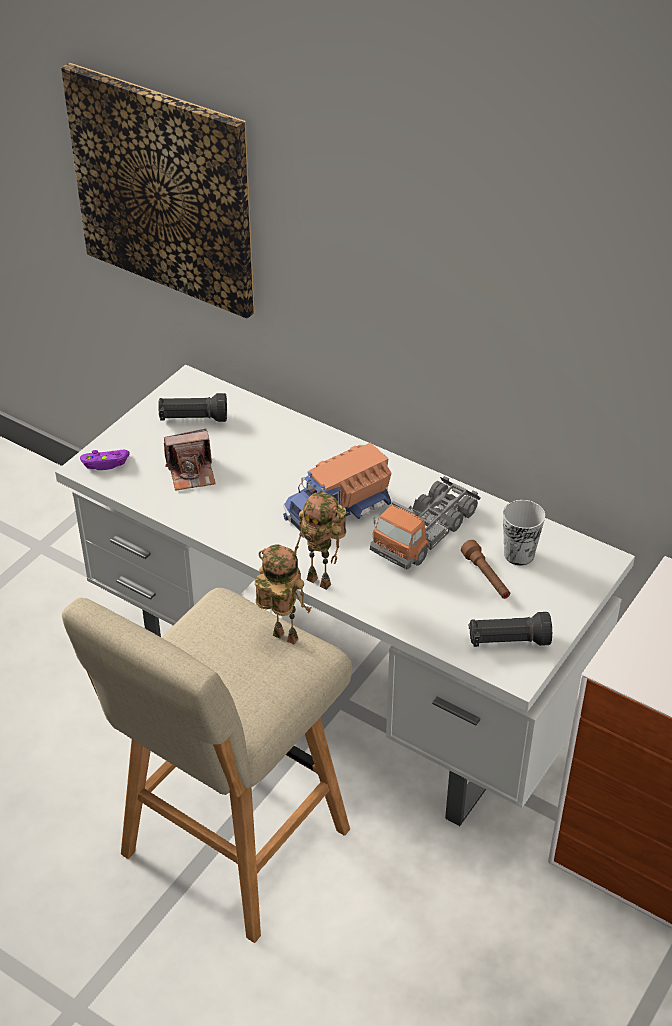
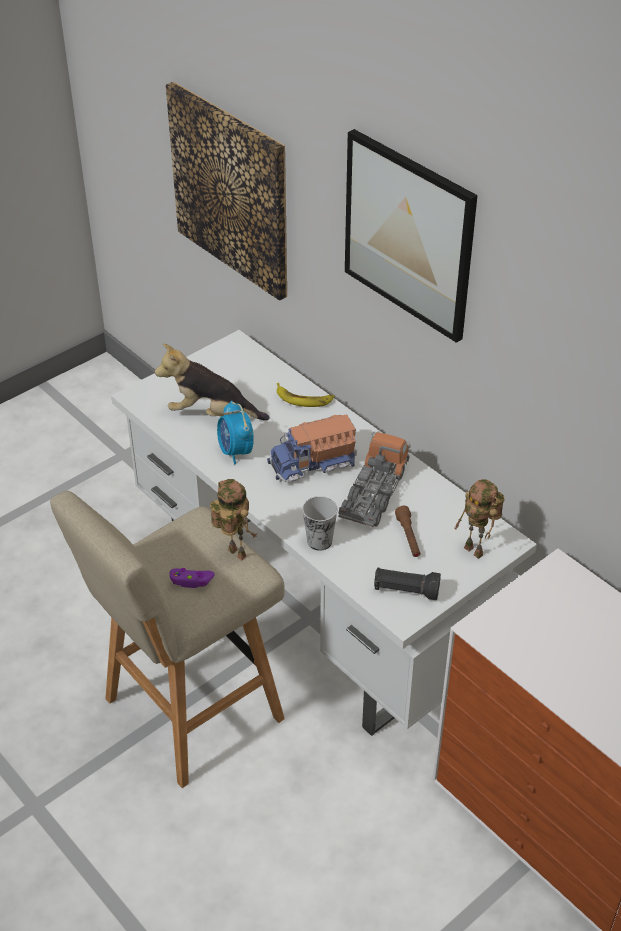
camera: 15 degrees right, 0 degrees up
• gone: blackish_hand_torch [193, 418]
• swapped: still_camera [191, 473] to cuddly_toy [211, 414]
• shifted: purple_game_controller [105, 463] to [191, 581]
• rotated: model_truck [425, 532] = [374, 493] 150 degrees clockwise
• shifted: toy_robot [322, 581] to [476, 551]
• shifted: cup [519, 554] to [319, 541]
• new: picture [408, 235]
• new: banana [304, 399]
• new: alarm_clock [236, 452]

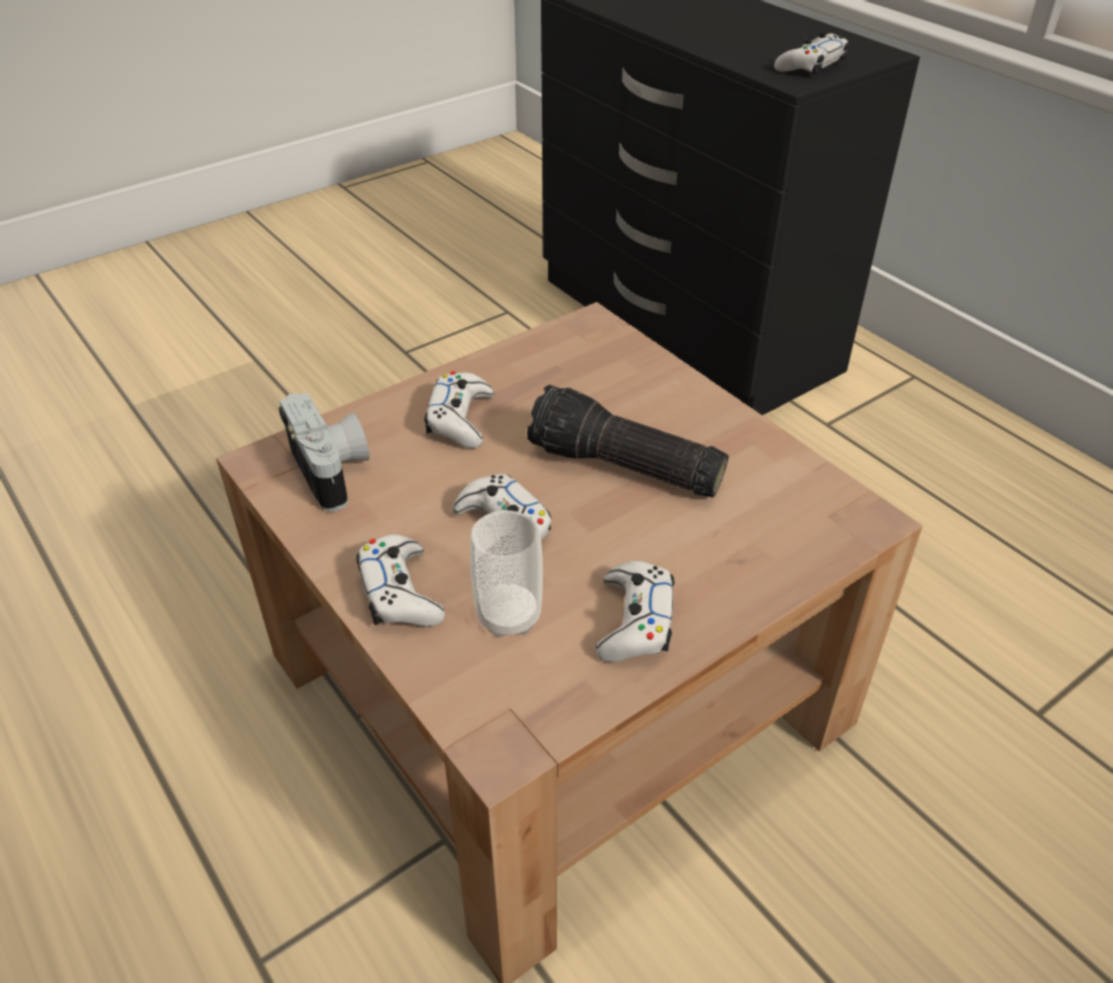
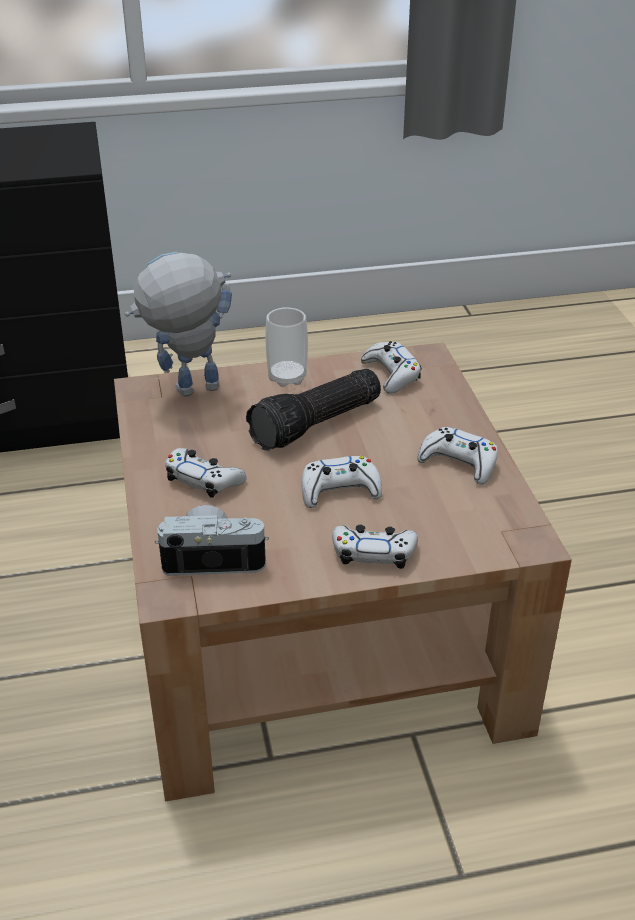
camera: 65 degrees left, 5 degrees down
• shifted: white_game_controller [811, 65] to [391, 374]
• shifted: cup [509, 616] to [287, 378]
• new: toy_robot [187, 393]

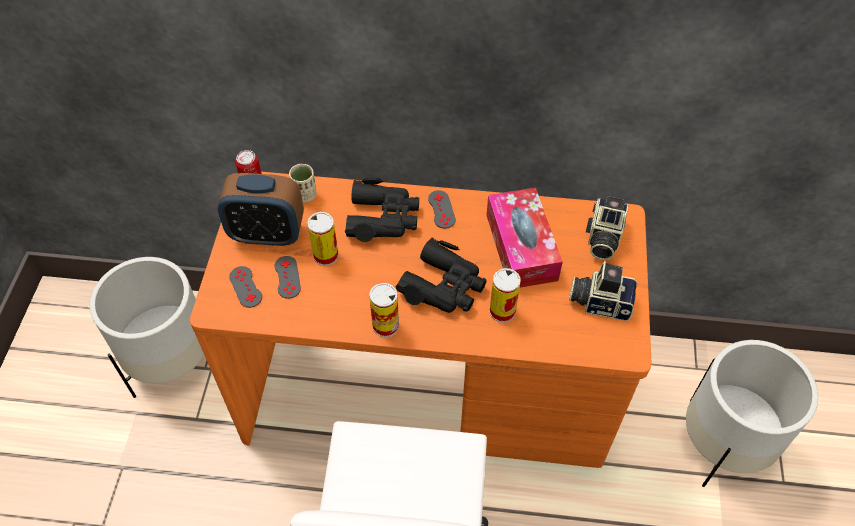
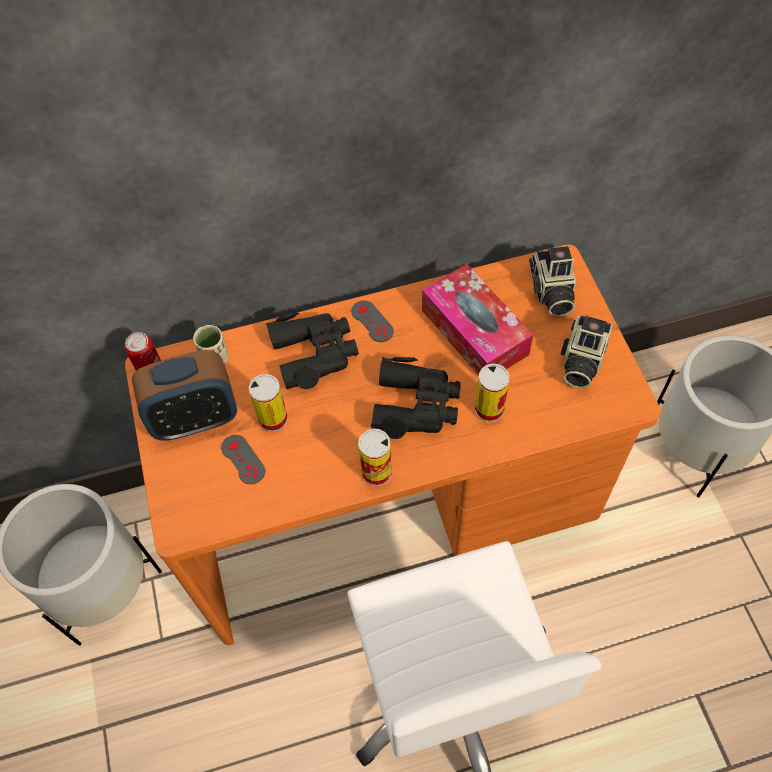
camera: 20 degrees left, 5 degrees up
• rotated: still_camera [600, 301] = [580, 361] 60 degrees counterclockwise
• gone: greyish_game_controller [245, 287]

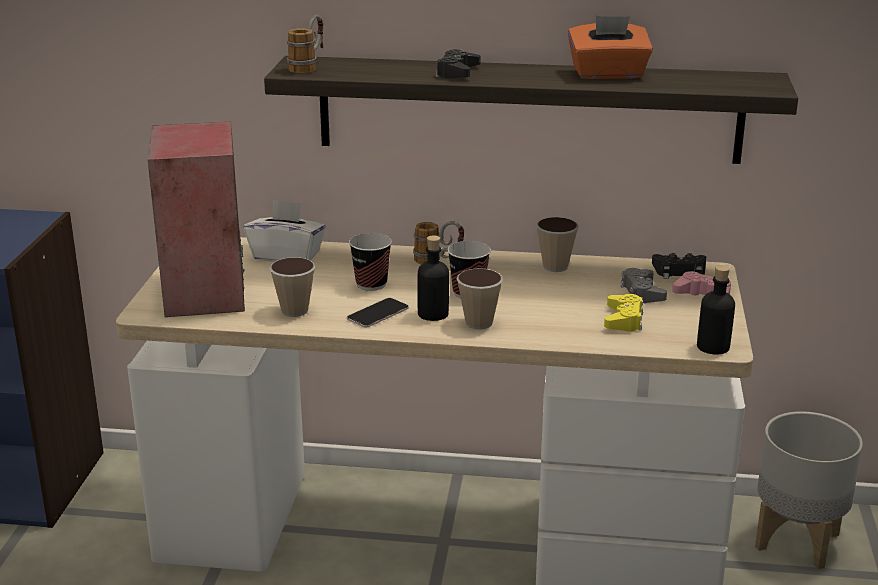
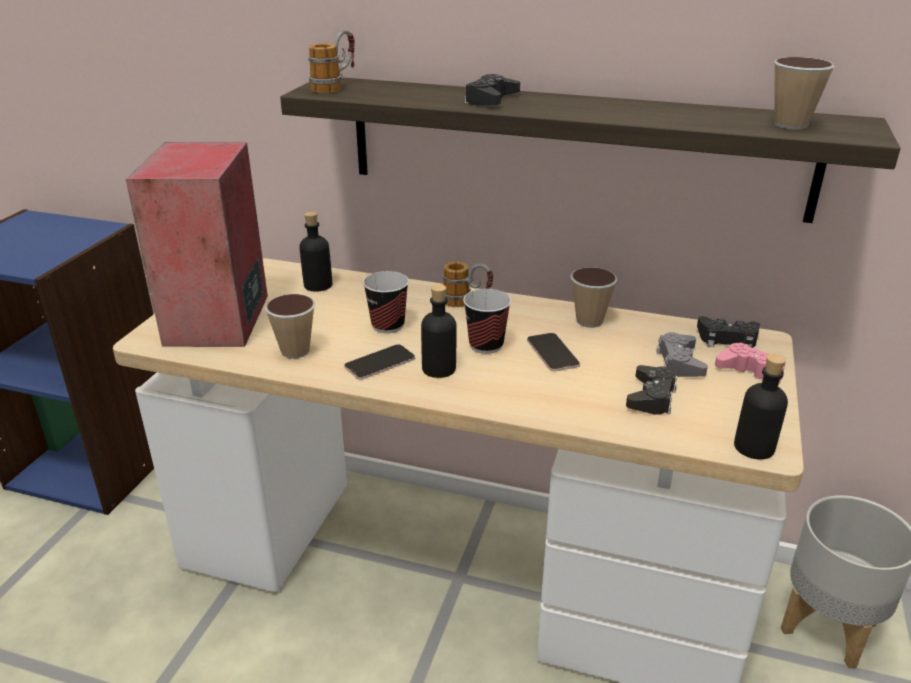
camera: 10 degrees right, 5 degrees up
• gone: orange-coloured_tissue_box [608, 74]
• swapped: white_tissue_box [287, 256] to blackish_bottle [318, 285]
• shifted: cup [479, 323] to [790, 124]
• repainted: yellow-coloured_game_controller [623, 319] to blackish_game_controller [651, 397]
• new: telephone [552, 353]

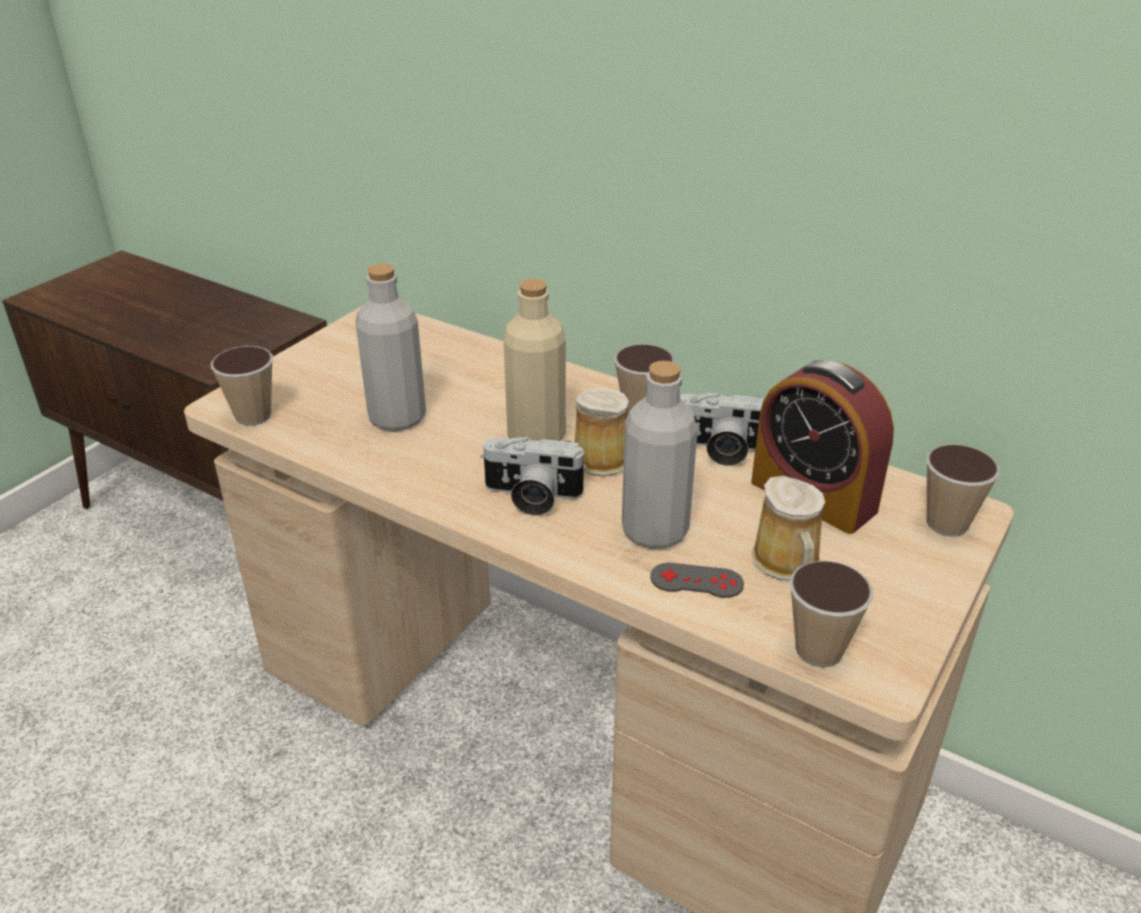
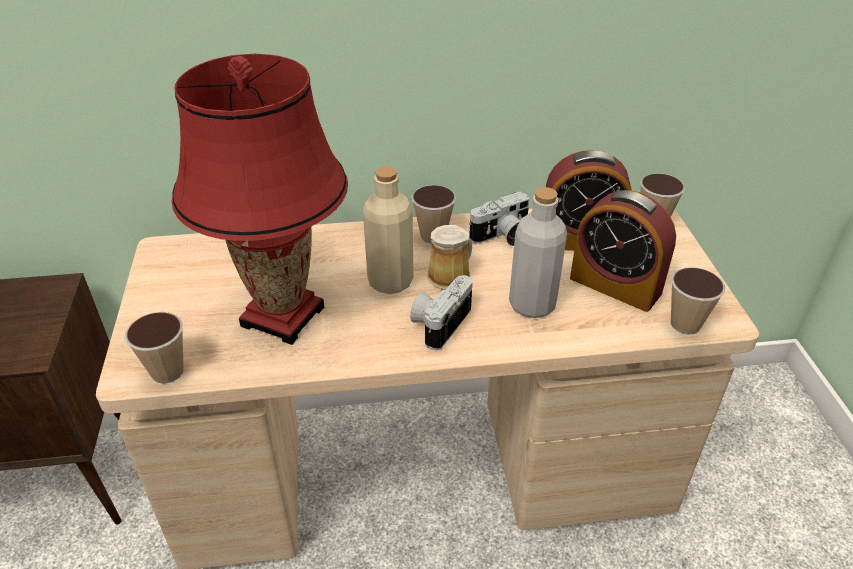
camera: 40 degrees left, 5 degrees up
• swapped: greyish_bottle [397, 418] to red-coloured_lamp_for_a_table [282, 316]
• rotated: still_camera [531, 497] = [440, 323] 150 degrees clockwise
• swapped: coffee_mug [787, 563] to alarm_clock [615, 285]
• gone: greyish_game_controller [696, 581]

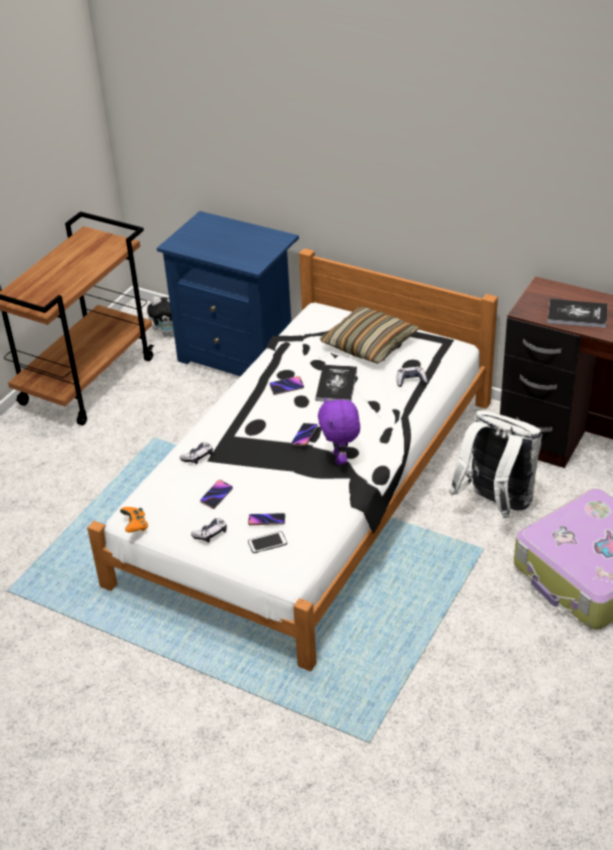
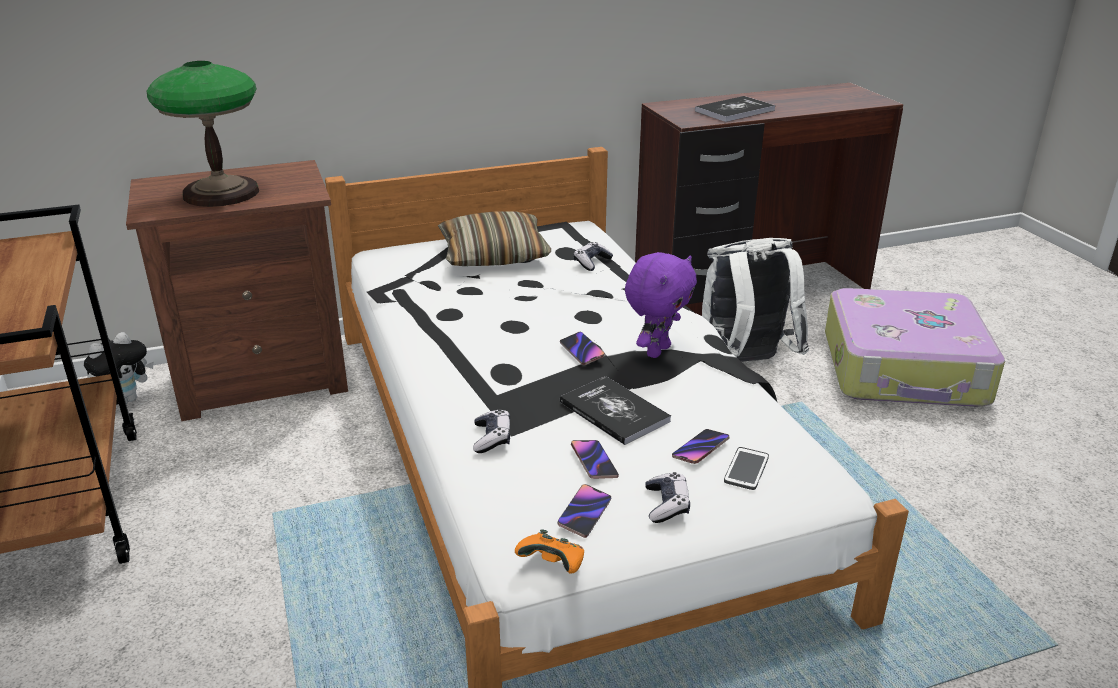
camera: 50 degrees left, 10 degrees down
• repainted: blue-coloured_nightstand [240, 355] to brown-coloured_nightstand [264, 378]
• shifted: book [336, 385] to [614, 412]
• shifted: telephone [286, 387] to [584, 513]
• rotated: purple_cuddly_toy [341, 458] = [656, 350] 90 degrees counterclockwise
• new: lamp_for_a_table [222, 193]

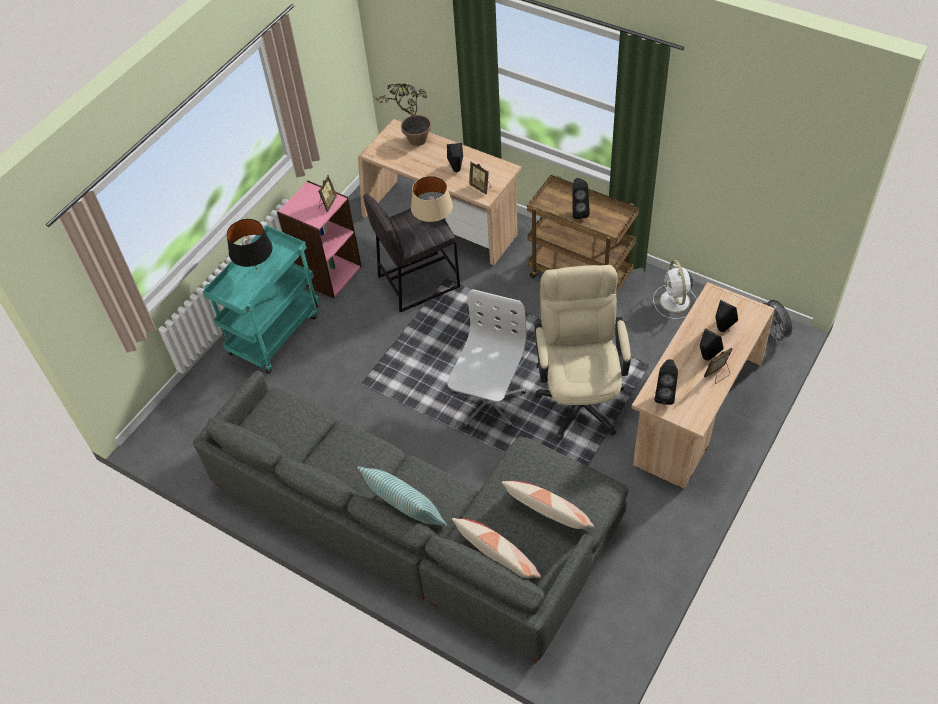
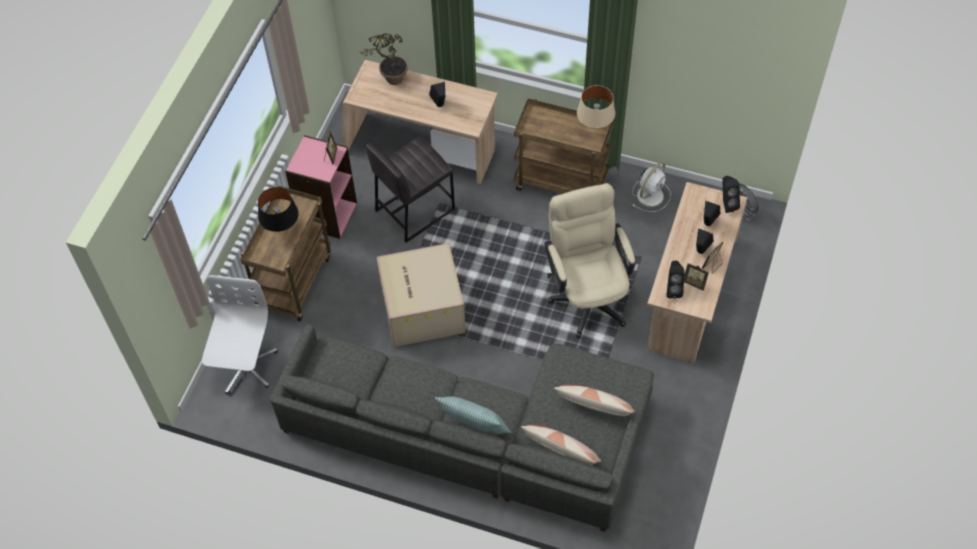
camera: 15 degrees left, 5 degrees up
• shifted: standing_frame [481, 187] to [695, 282]
• shifted: beige_lamp_for_a_table [434, 225] to [594, 128]
• shifted: blackish_loudspeaker [578, 211] to [726, 204]
• repainted: turquoise_cart [275, 332] to brown-coloured_cart [294, 280]
• rotated: white_electric_fan [675, 302] = [651, 195] 120 degrees counterclockwise
• shifted: white_computer_chair [488, 402] to [244, 366]
• new: packing_box [421, 308]

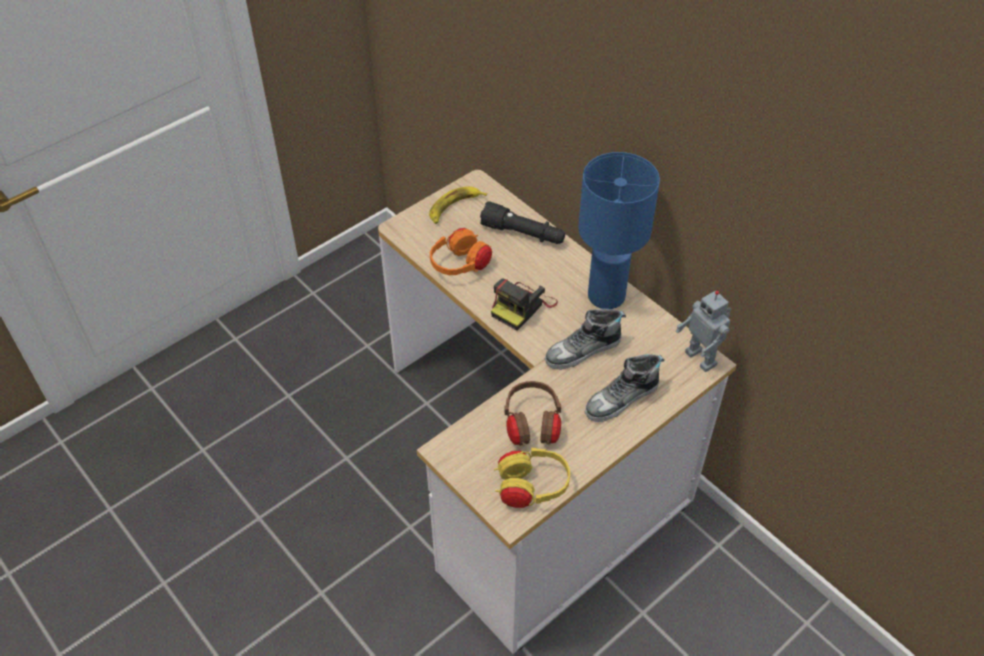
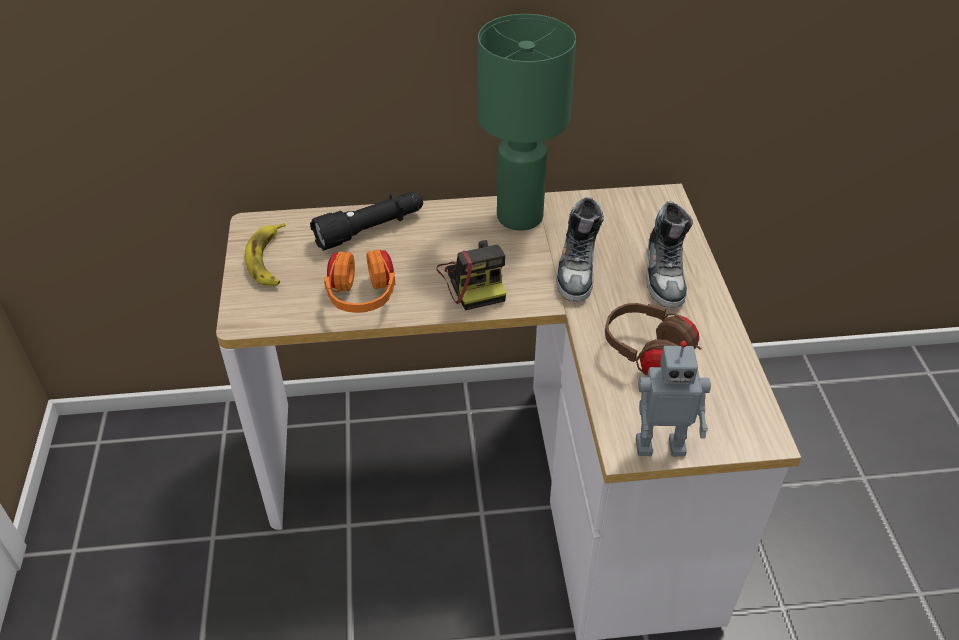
camera: 55 degrees left, 5 degrees down
• repainted: blue-coloured_lamp_for_a_table [607, 297] to green_lamp_for_a_table [521, 217]
• shifted: toy_robot [702, 358] to [660, 445]
• gone: yellow-coloured_headphones [531, 488]

